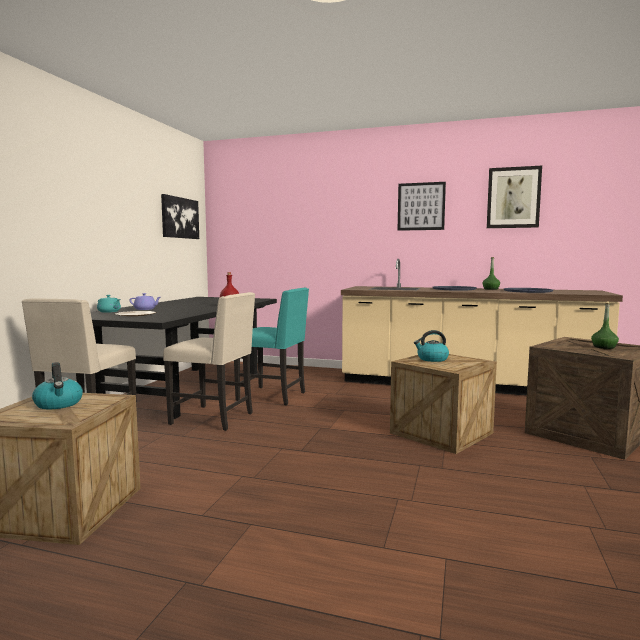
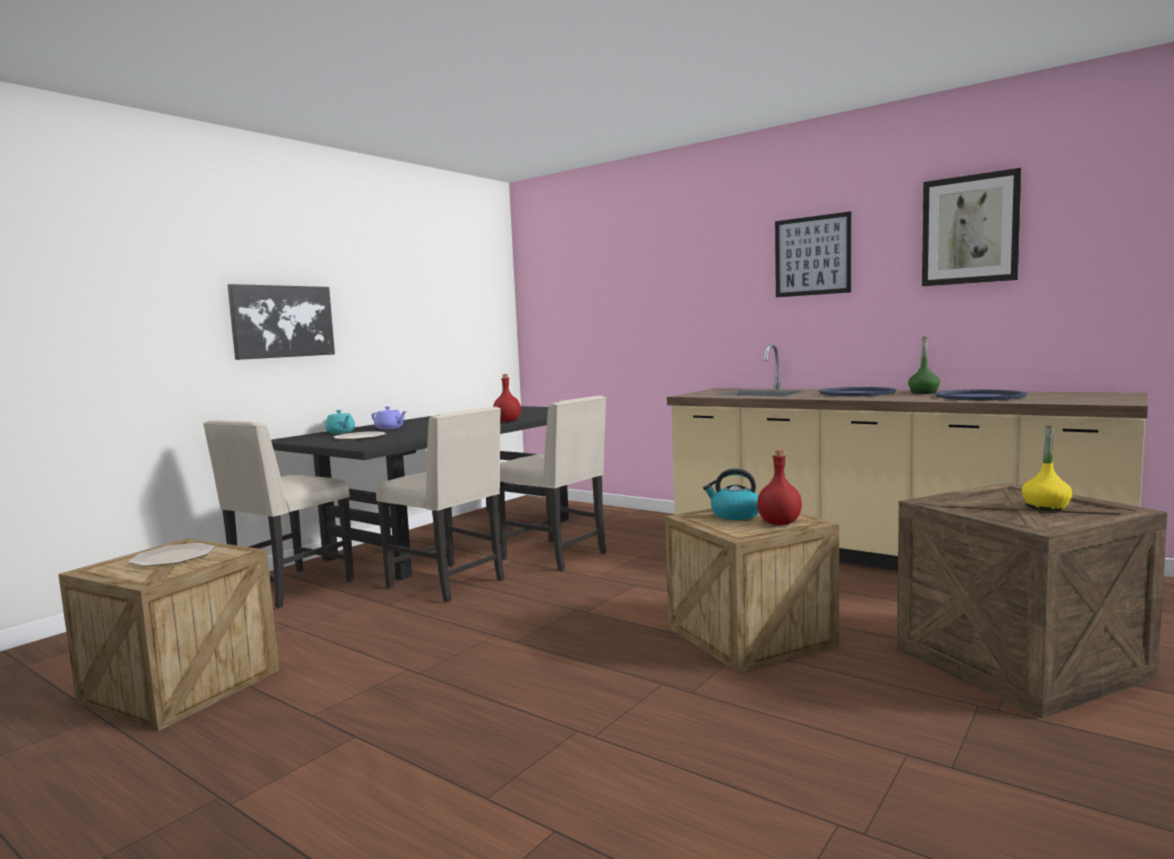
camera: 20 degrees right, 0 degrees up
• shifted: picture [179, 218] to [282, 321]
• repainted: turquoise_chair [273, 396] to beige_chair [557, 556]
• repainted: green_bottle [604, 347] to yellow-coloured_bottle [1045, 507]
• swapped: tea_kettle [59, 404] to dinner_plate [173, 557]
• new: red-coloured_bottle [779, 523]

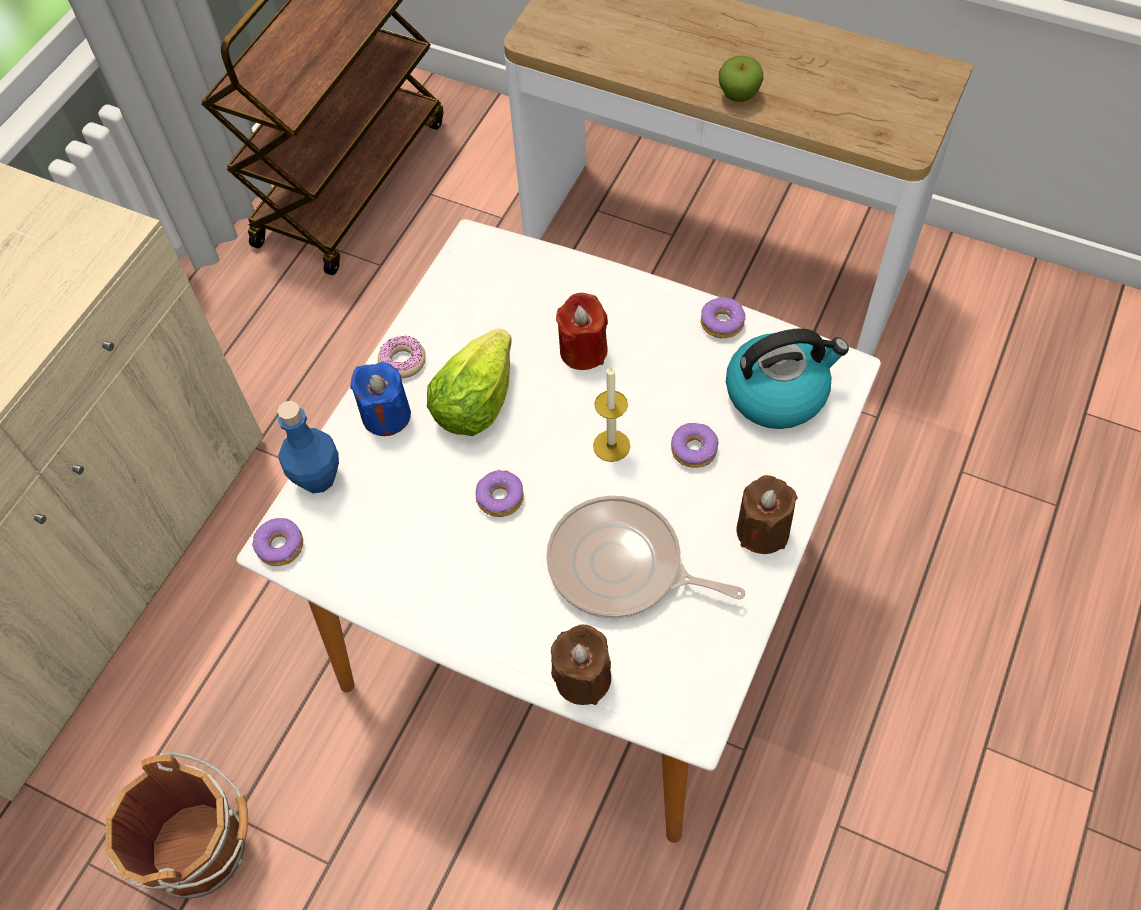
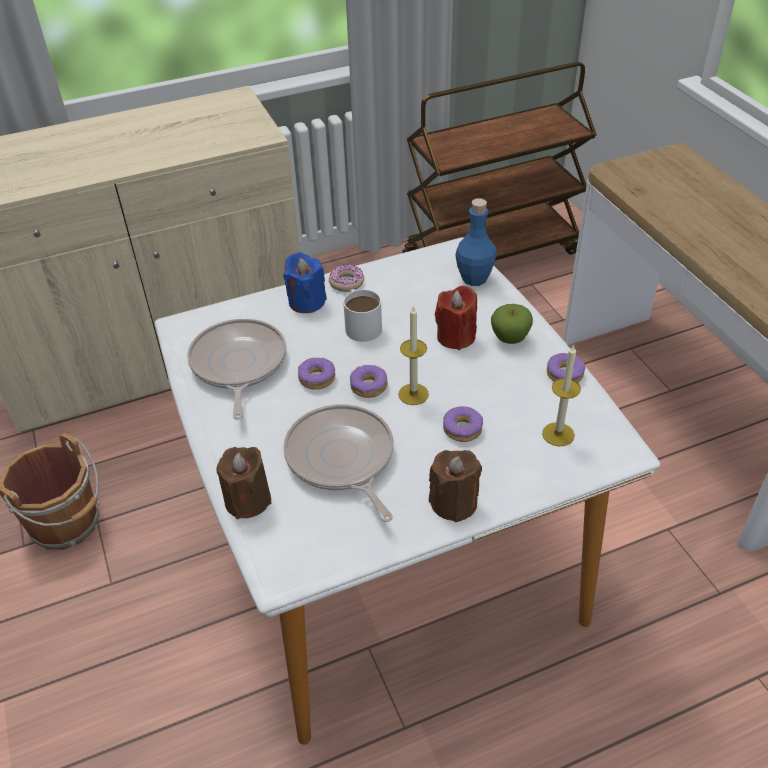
camera: 40 degrees right, 15 degrees down
• shifted: whole_apple [738, 96] to [510, 339]
• swapped: lettuce [475, 403] to white_coffee_mug [361, 324]
• swapped: tea_kettle [777, 392] to wax_candle [558, 434]
• shifted: blue-coloured_bottle [318, 478] to [474, 278]
• shifted: doughnut [280, 546] to [368, 386]
• new: pan [238, 365]

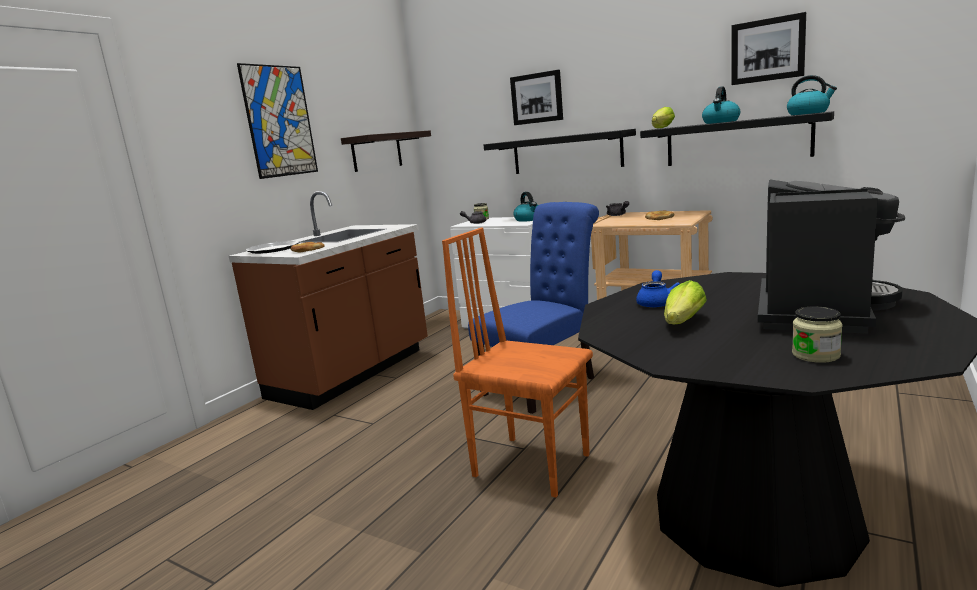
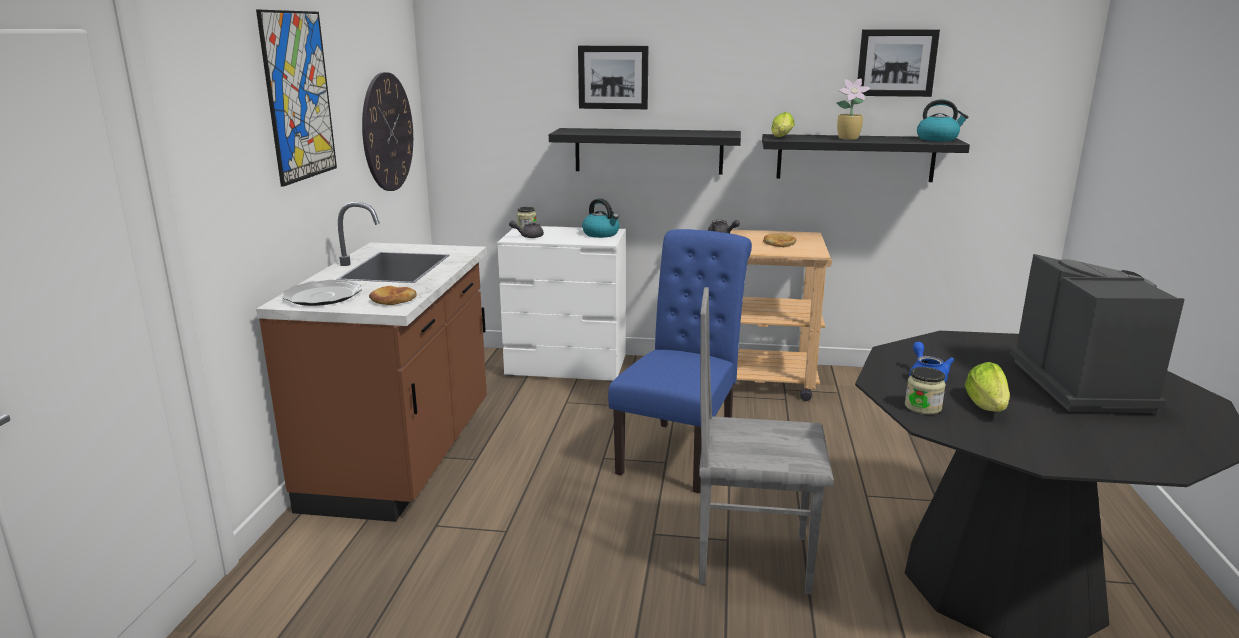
camera: 25 degrees left, 5 degrees up
• swapped: tea_kettle [721, 122] to houseplant [849, 138]
• swapped: bracket_shelf [377, 152] to hanging_clock [387, 132]
• repainted: orange-coloured_chair [531, 464] to greyish_chair [752, 558]
• shifted: storage_jar [815, 355] to [923, 407]

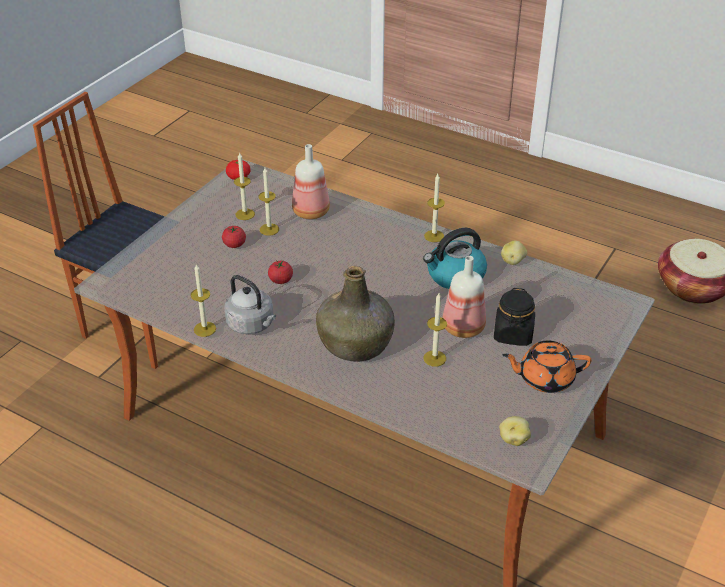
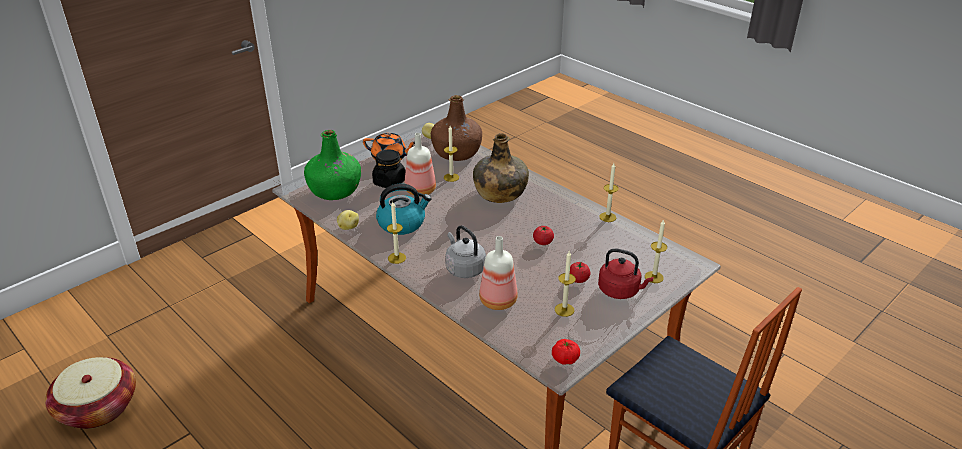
camera: 165 degrees left, 5 degrees down
• shifted: wax_candle [269, 229] to [654, 277]
• shifted: greyish_tea_kettle [252, 325] to [464, 268]
• new: brown-coloured_bottle [457, 152]
• new: green_bottle [335, 190]
• new: red-coloured_tea_kettle [621, 291]

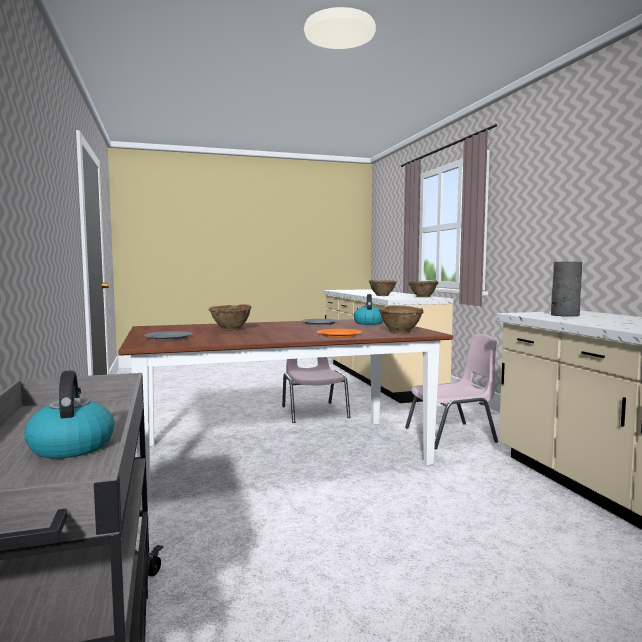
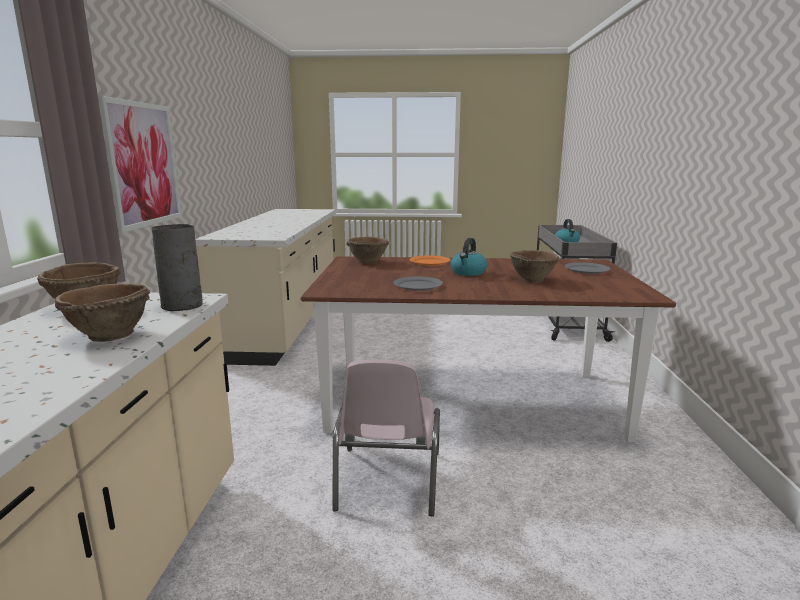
camera: 160 degrees left, 10 degrees up
• shifted: greyish_flower_vase [564, 315] to [182, 306]
• shifted: tea_kettle [368, 323] to [468, 272]
• gone: pink-coloured_chair [451, 435]
• new: picture [144, 164]

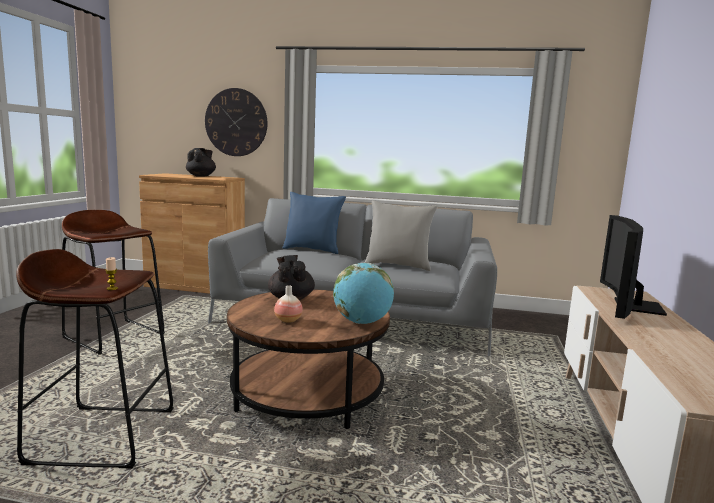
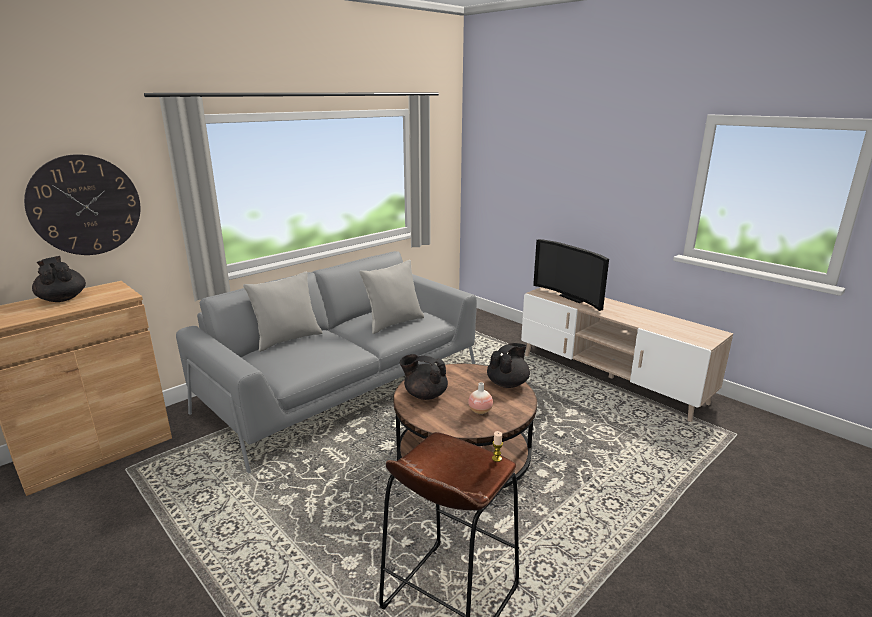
camera: 55 degrees left, 10 degrees up
• repainted: blue-coloured_throw_pillow [312, 250] to greyish_throw_pillow [287, 339]
• gone: brown-coloured_stool_seat [114, 335]
• swapped: world_globe [362, 322] to blackish_pot_for_tea [508, 383]

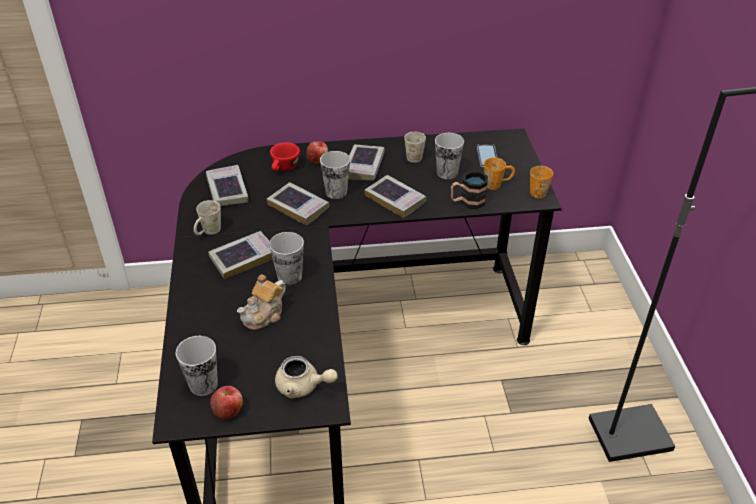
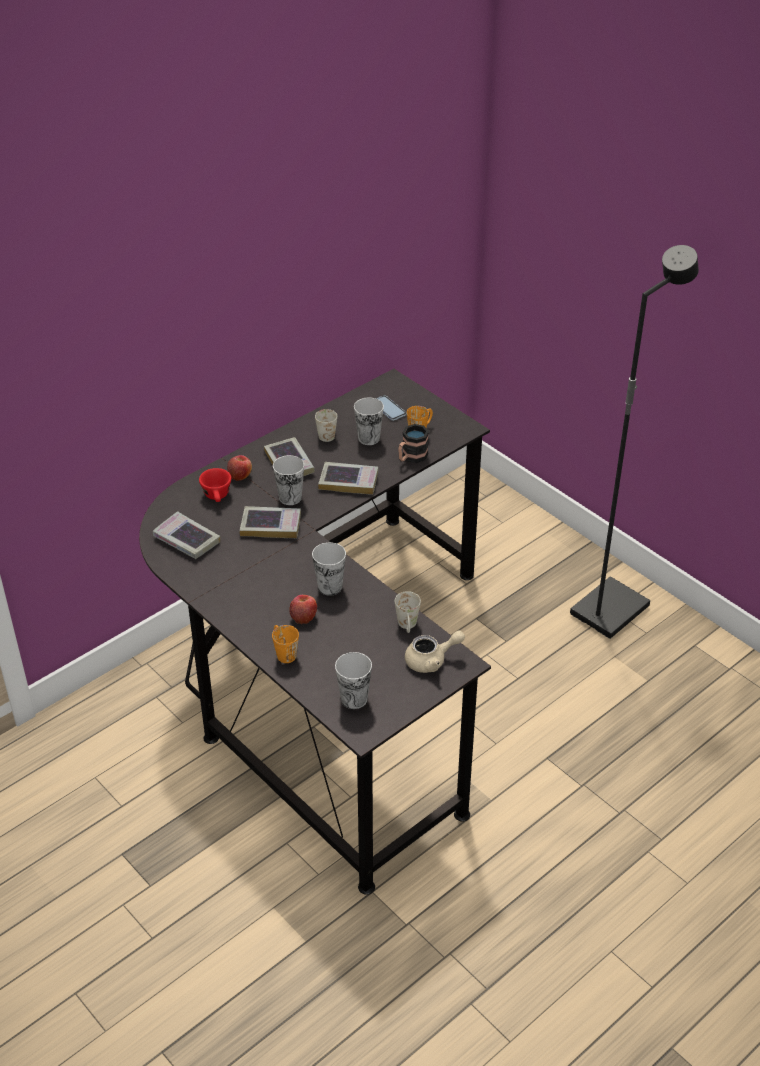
camera: 35 degrees left, 0 degrees up
• shifted: orange-coloured_coffee_mug [537, 190] to [283, 652]
• shifted: white_coffee_mug [208, 232] to [408, 627]
• gone: book [243, 258]
• gone: pot_for_tea [264, 315]
• shifted: whole_apple [228, 410] to [303, 616]

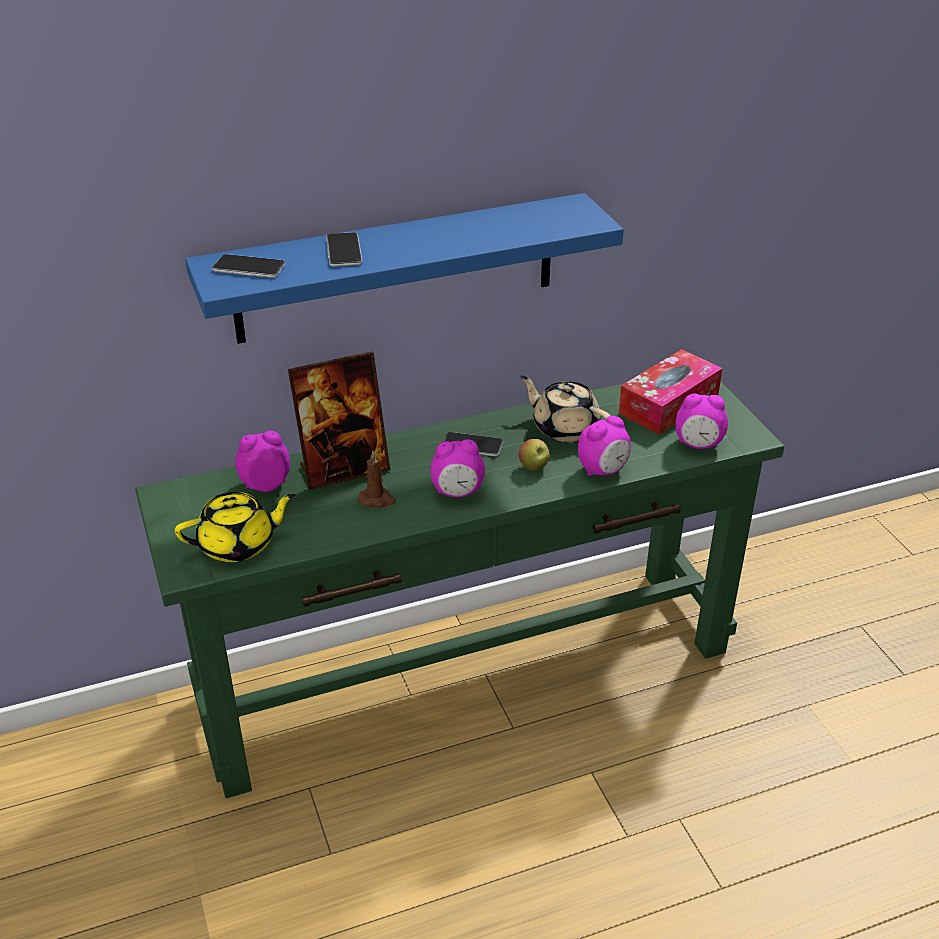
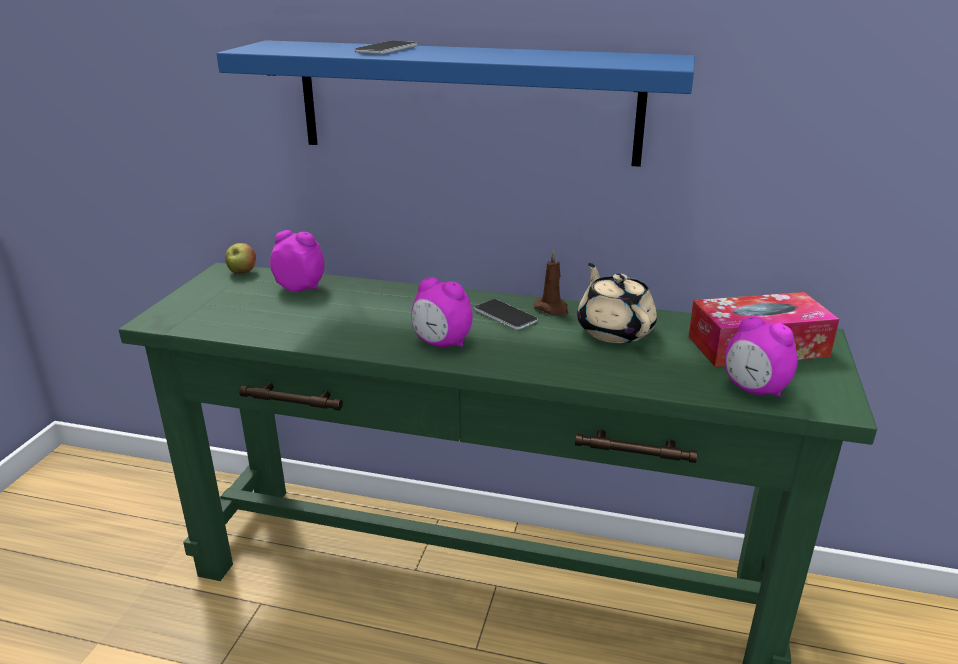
camera: 35 degrees right, 10 degrees down
• gone: telephone [249, 268]
• gone: standing_frame [344, 469]
• gone: alarm_clock [603, 470]
• shifted: whole_apple [534, 467] to [242, 272]
• shifted: brown-coloured_wax_candle [377, 499] to [552, 308]
• gone: yellow-coloured_pot_for_tea [238, 544]

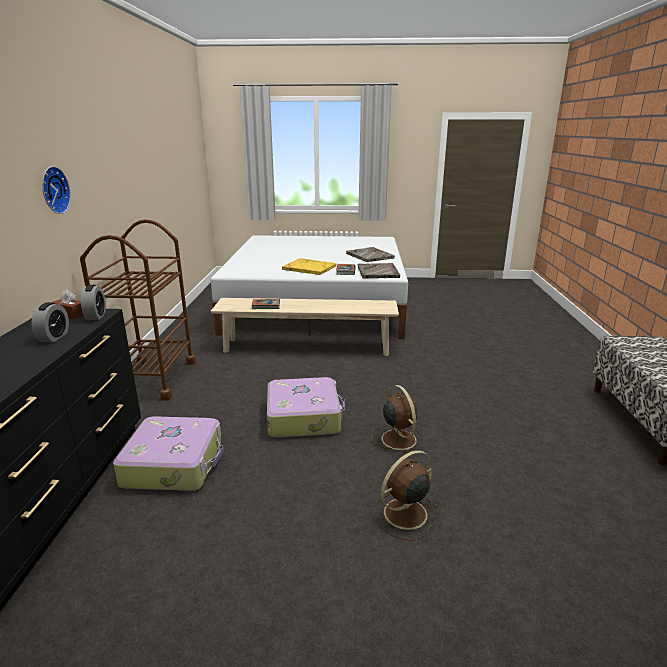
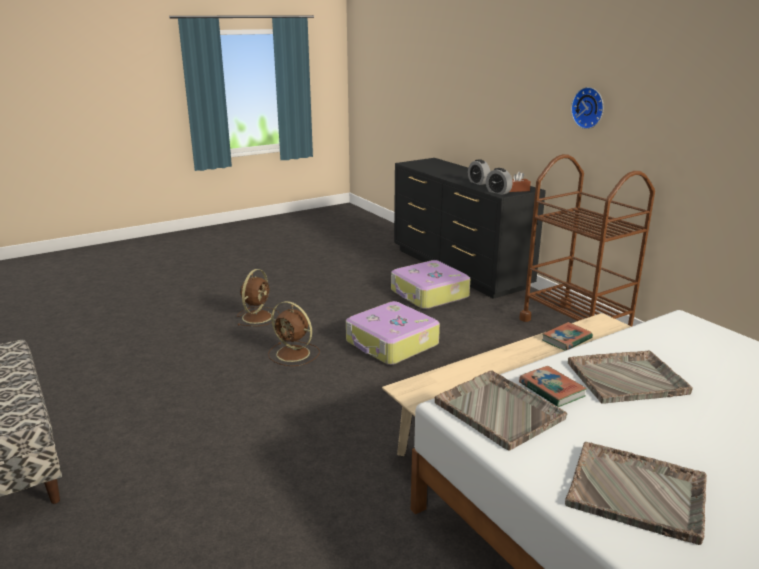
camera: 145 degrees right, 0 degrees up
• repainted: yellow-coloured_carrying_tray [309, 267] to greyish_carrying_tray [628, 378]

